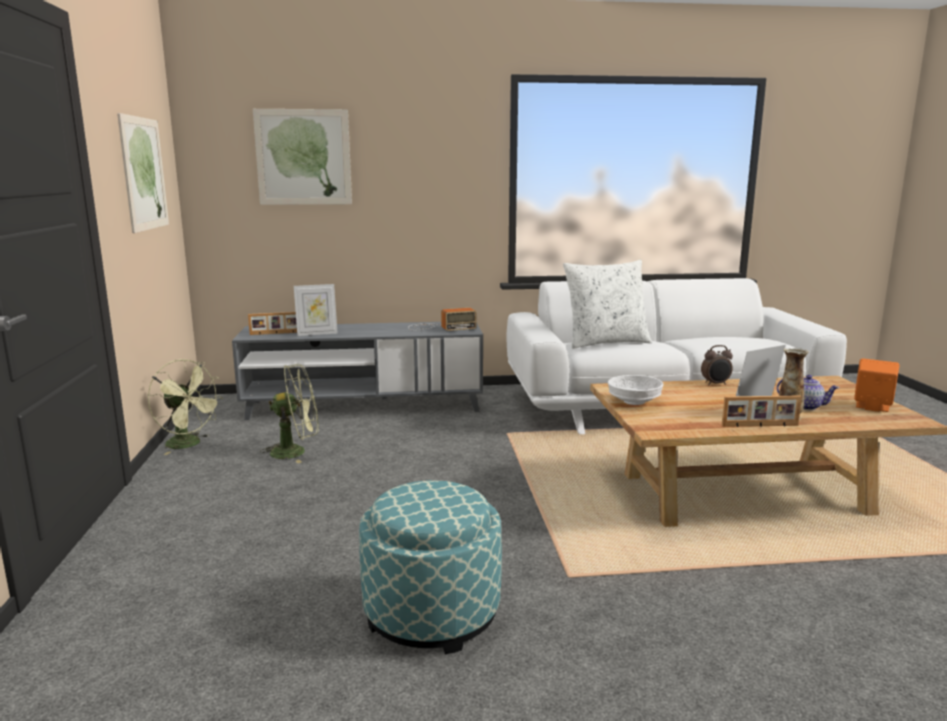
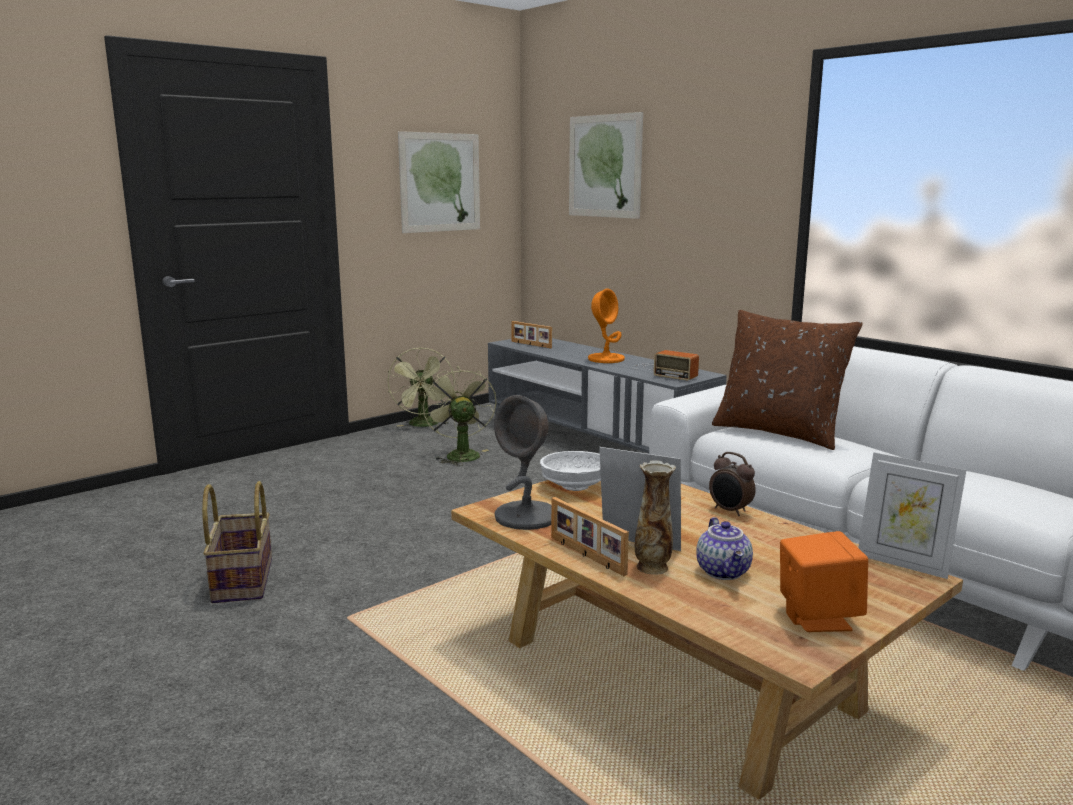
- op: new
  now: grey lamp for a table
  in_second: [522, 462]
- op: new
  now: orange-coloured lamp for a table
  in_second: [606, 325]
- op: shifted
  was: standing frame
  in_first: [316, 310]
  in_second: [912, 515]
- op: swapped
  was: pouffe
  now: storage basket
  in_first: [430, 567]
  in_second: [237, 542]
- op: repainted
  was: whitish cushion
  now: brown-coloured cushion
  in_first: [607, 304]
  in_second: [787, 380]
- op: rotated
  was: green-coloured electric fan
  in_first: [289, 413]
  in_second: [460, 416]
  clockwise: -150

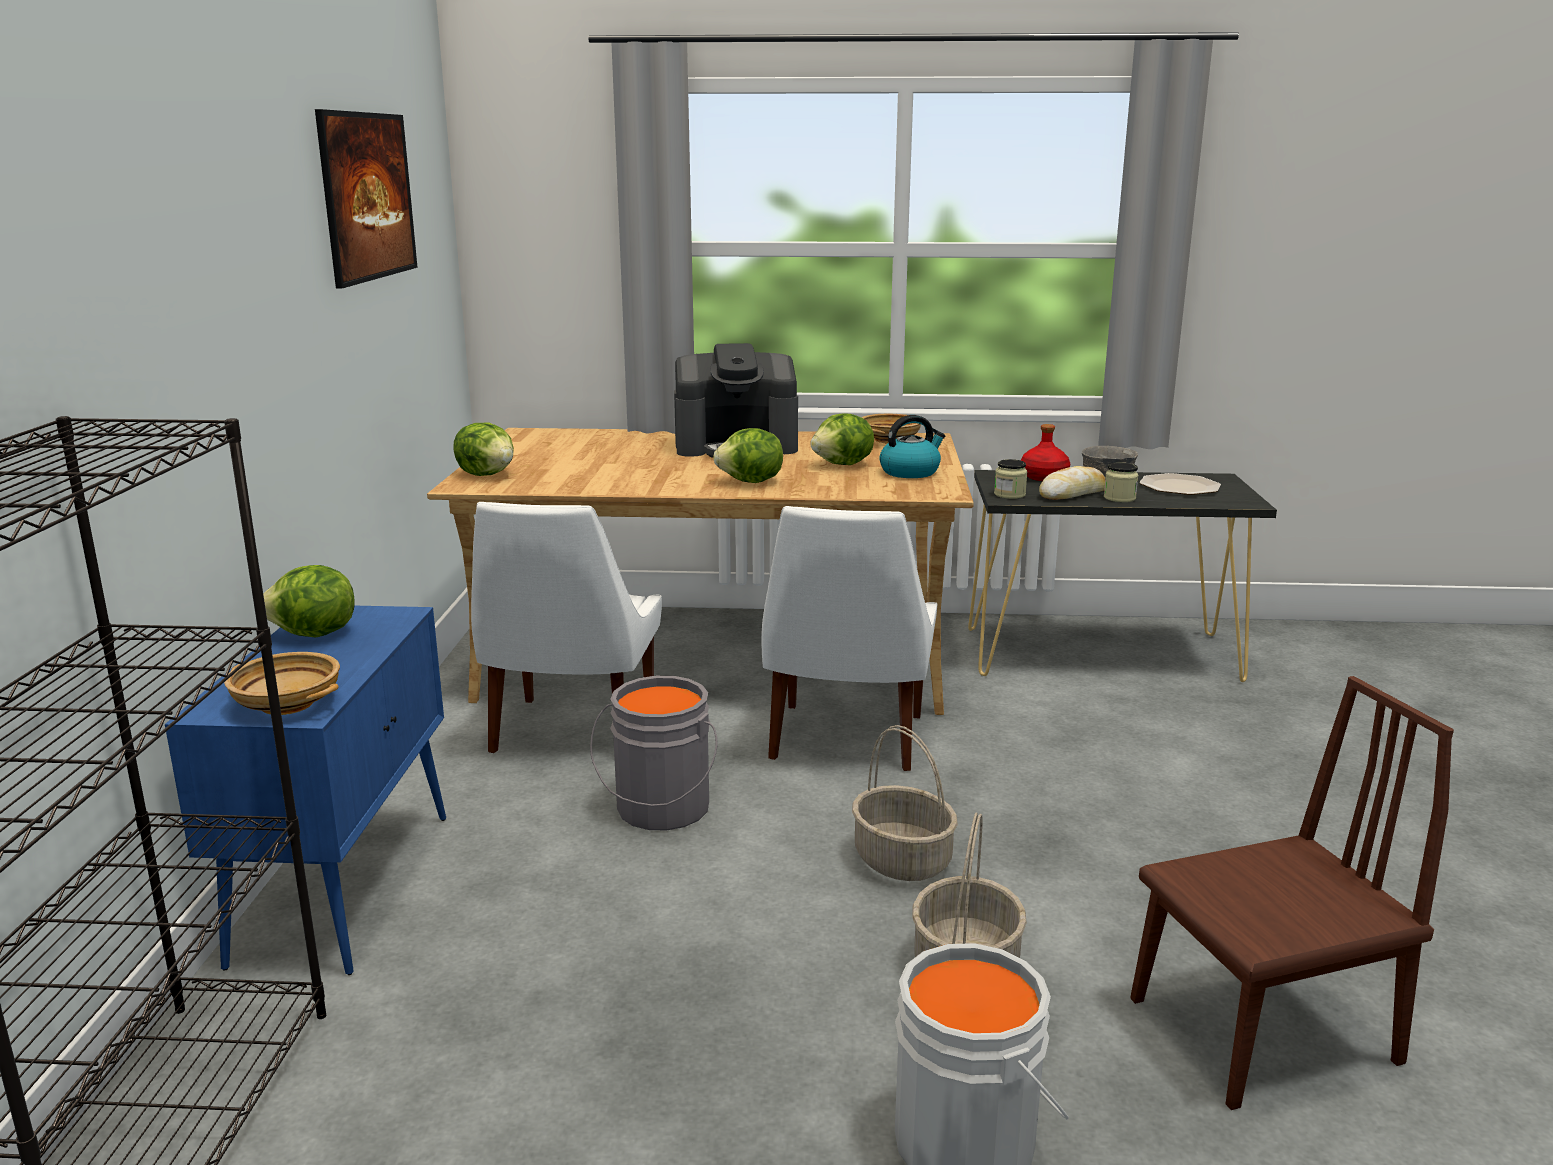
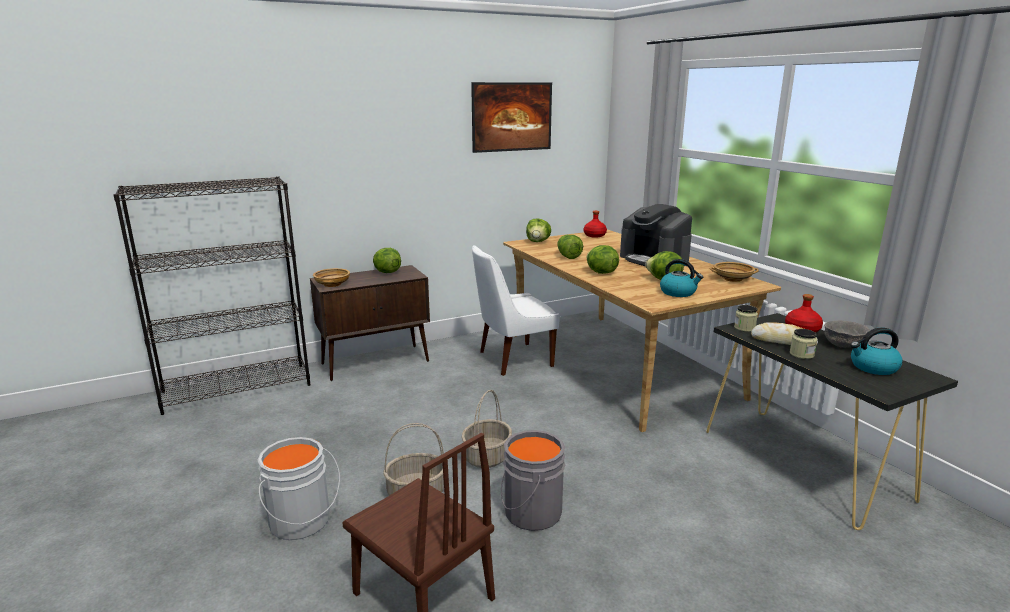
- op: gone
  was: whitish chair
  in_first: [849, 638]
- op: new
  now: lettuce
  in_second: [570, 247]
- op: new
  now: red-coloured drink bottle
  in_second: [595, 224]
- op: shifted
  was: grey water bucket
  in_first: [654, 753]
  in_second: [533, 480]
- op: swapped
  was: flat dish
  now: tea kettle
  in_first: [1180, 484]
  in_second: [877, 351]
- op: repainted
  was: blue cabinet
  now: brown-coloured cabinet
  in_first: [305, 790]
  in_second: [370, 323]

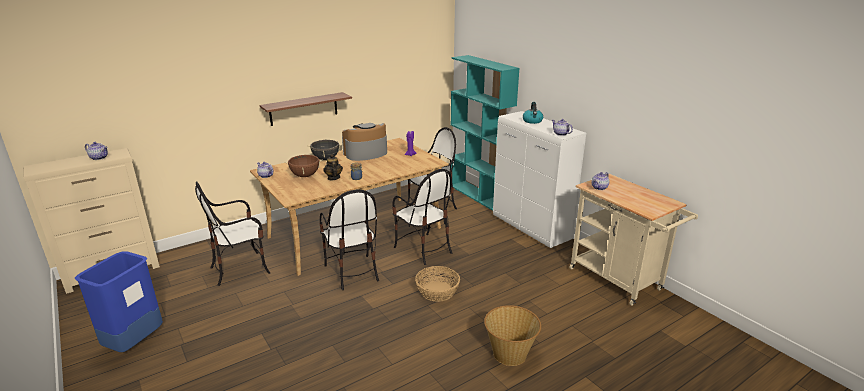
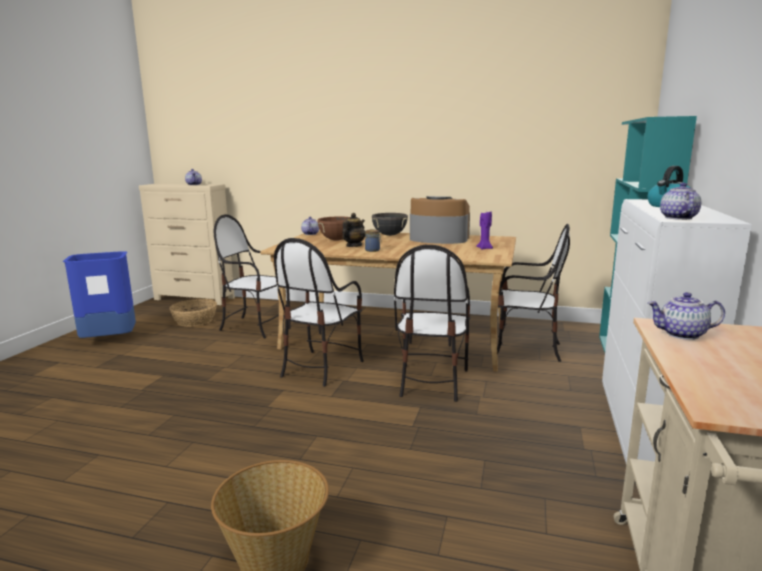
- op: gone
  was: bracket shelf
  in_first: [305, 109]
- op: shifted
  was: storage basket
  in_first: [437, 284]
  in_second: [193, 313]

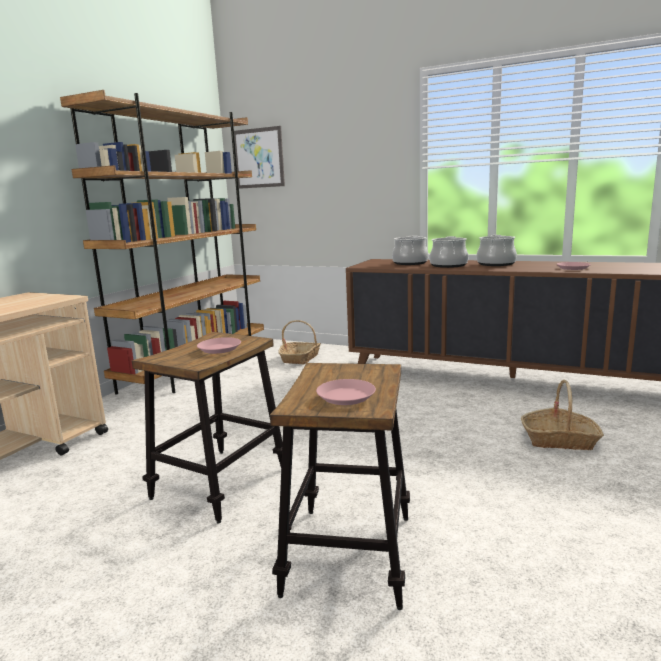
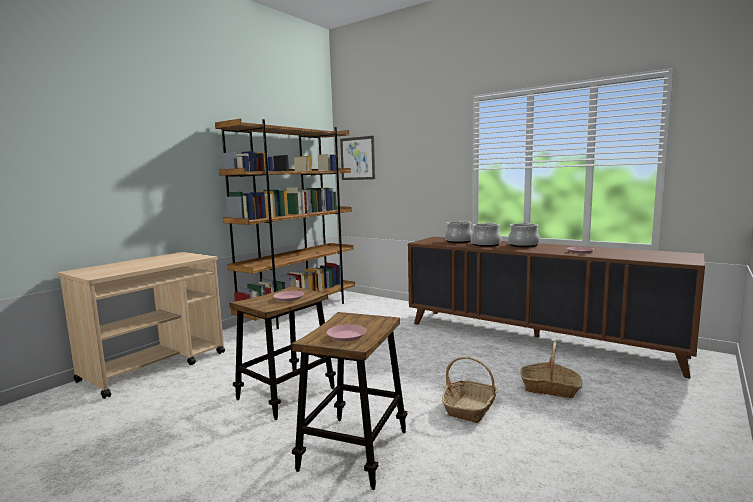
- op: shifted
  was: storage basket
  in_first: [299, 342]
  in_second: [470, 390]

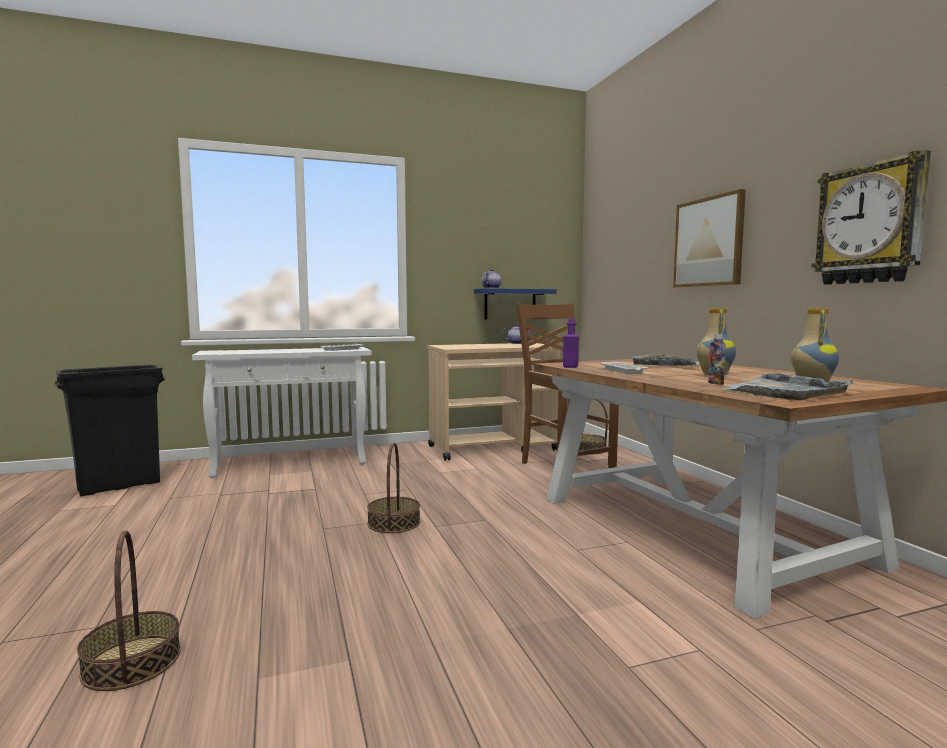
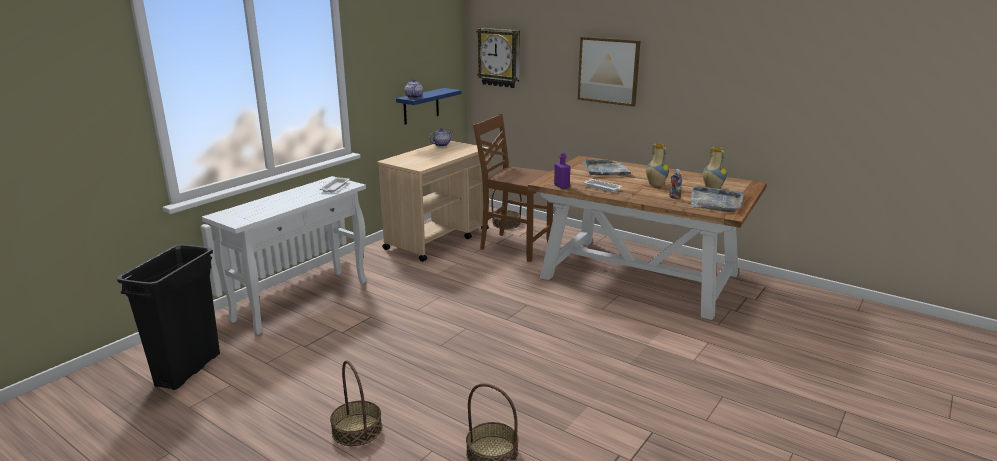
- op: shifted
  was: storage basket
  in_first: [393, 487]
  in_second: [356, 403]
- op: shifted
  was: wall clock
  in_first: [871, 217]
  in_second: [498, 58]

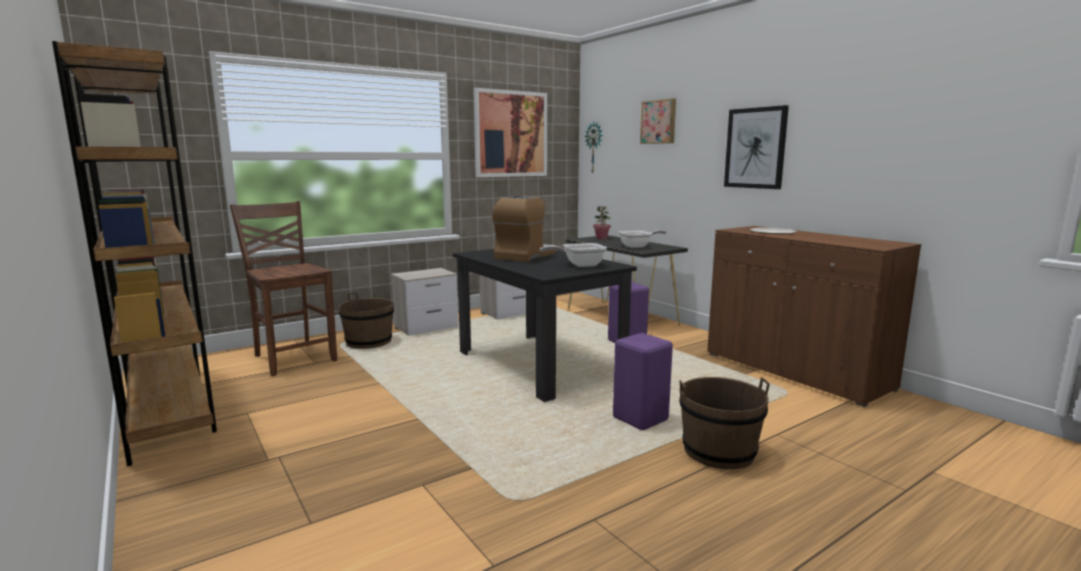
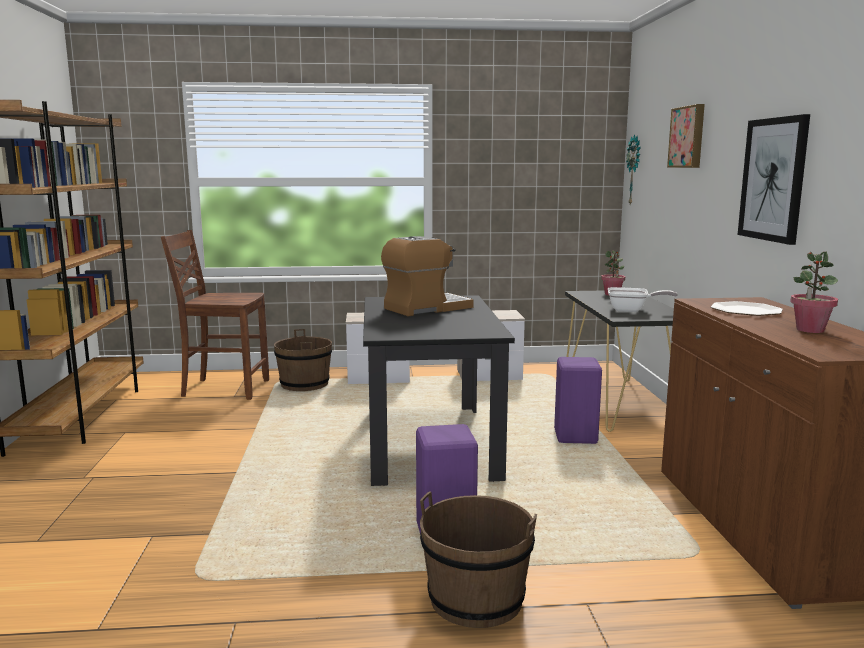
- op: gone
  was: wall art
  in_first: [510, 132]
- op: gone
  was: skillet
  in_first: [573, 255]
- op: new
  now: potted plant
  in_second: [814, 292]
- op: rotated
  was: brown-coloured chair
  in_first: [283, 288]
  in_second: [215, 315]
  clockwise: -75

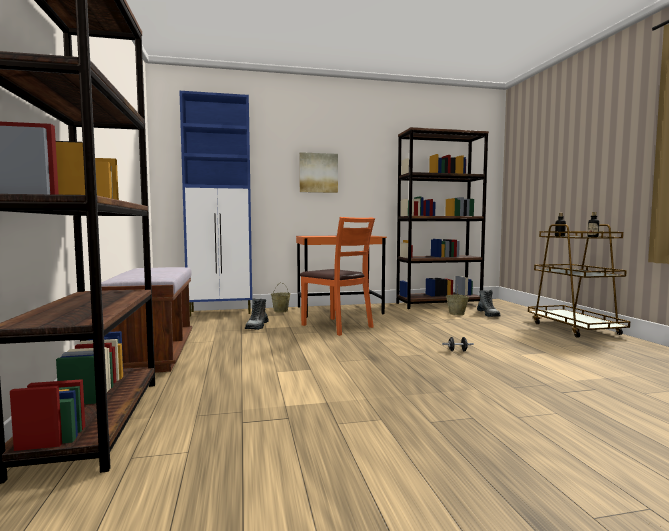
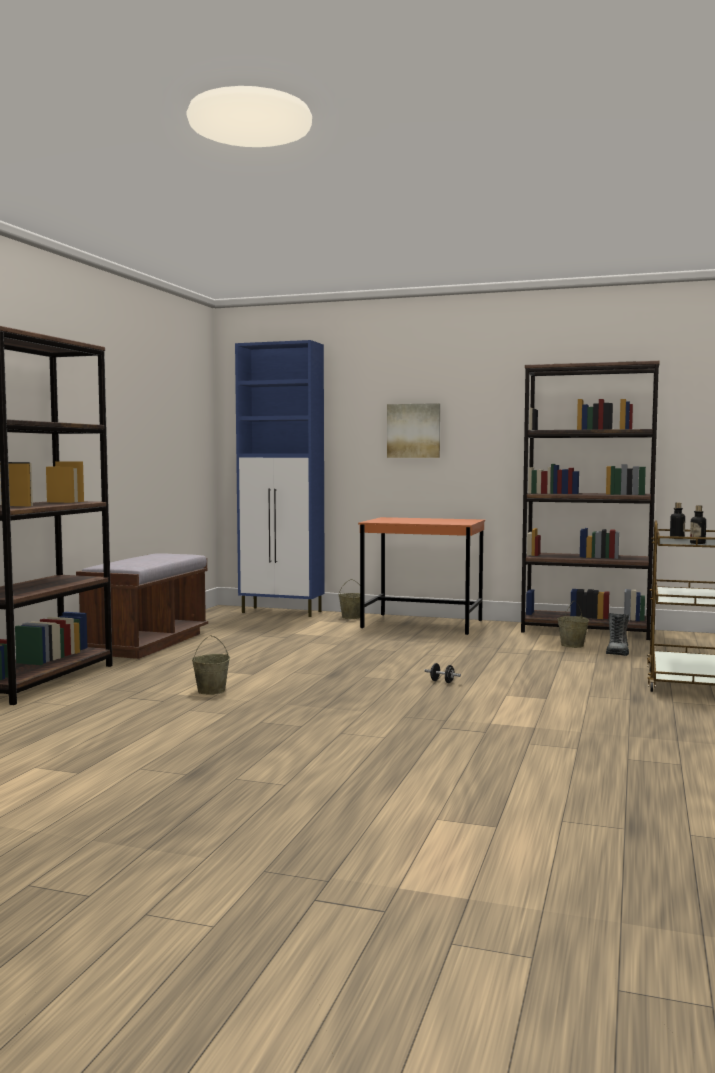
- op: gone
  was: tall boot
  in_first: [257, 314]
- op: gone
  was: orange-coloured chair
  in_first: [337, 276]
- op: new
  now: sand-coloured water bucket
  in_second: [211, 665]

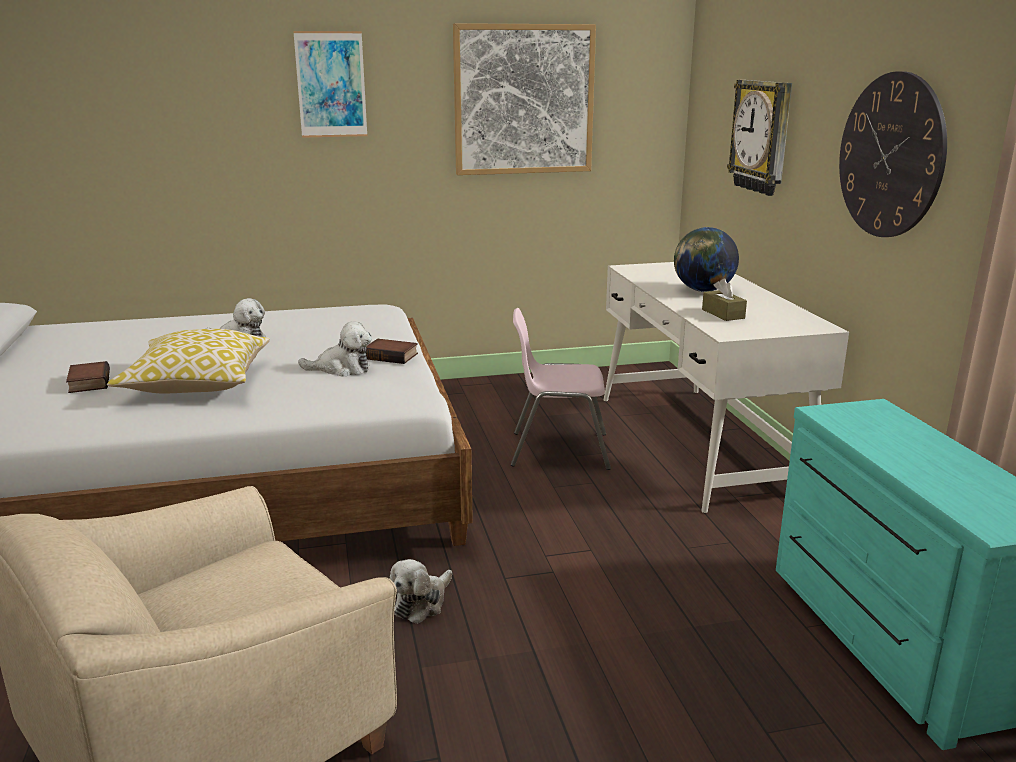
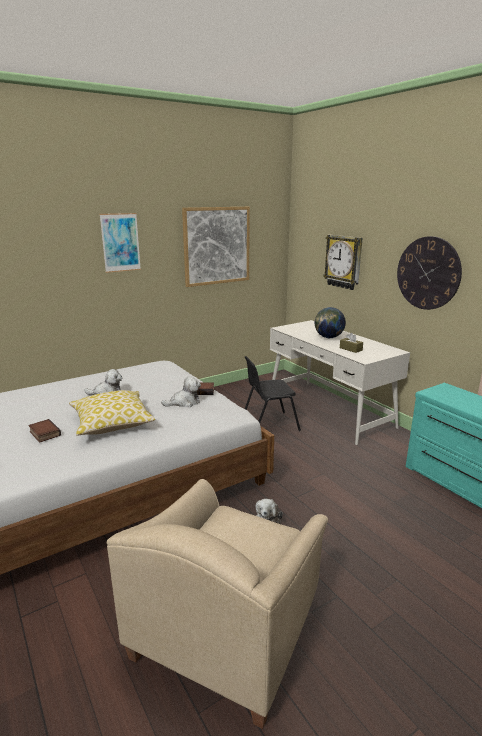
- op: repainted
  was: pink chair
  now: black chair
  in_first: [561, 389]
  in_second: [273, 393]

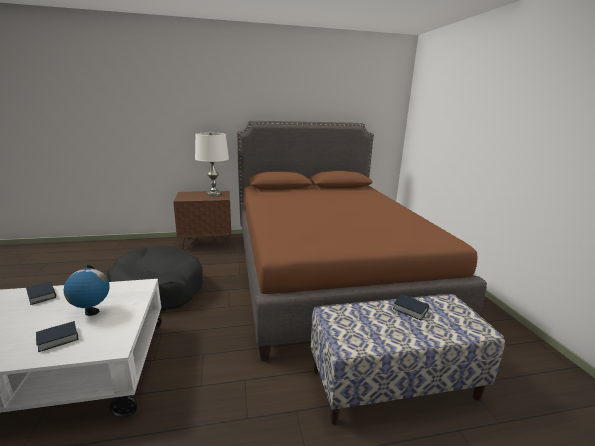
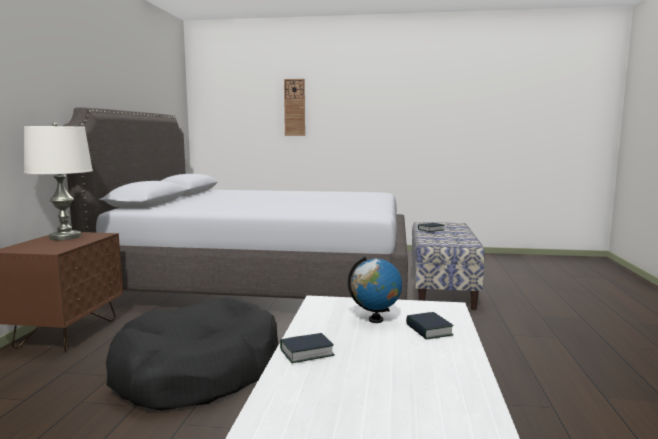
- op: new
  now: wall clock
  in_second: [294, 107]
- op: repainted
  was: brown-coloured sleeping bed
  now: grey sleeping bed
  in_first: [362, 241]
  in_second: [235, 204]

